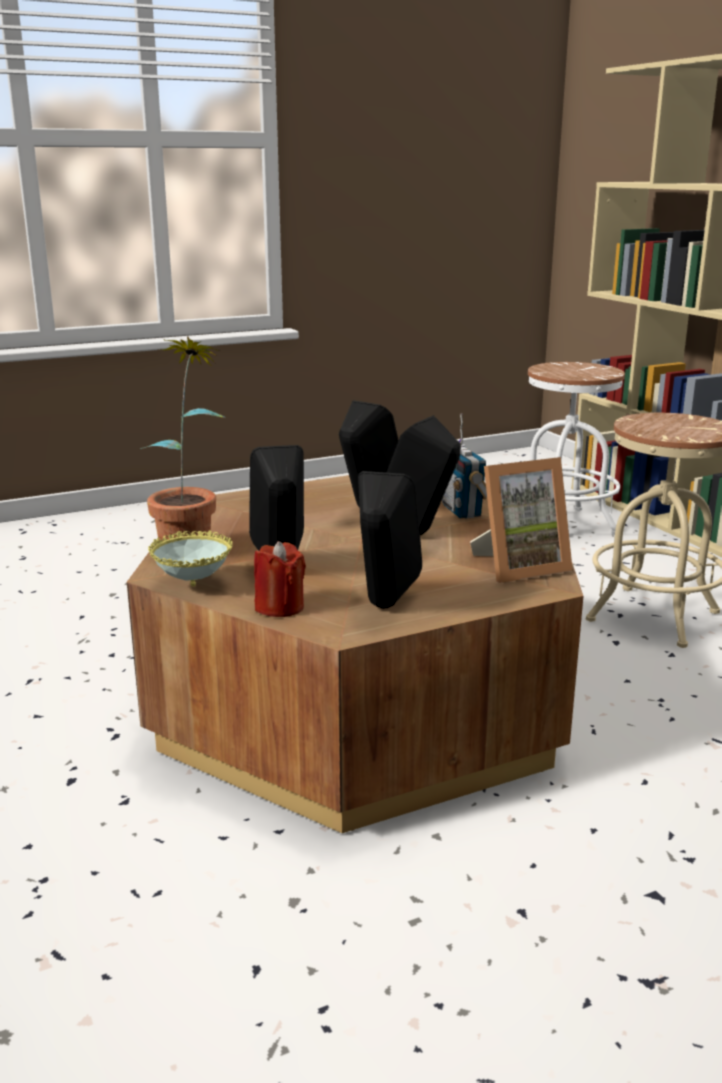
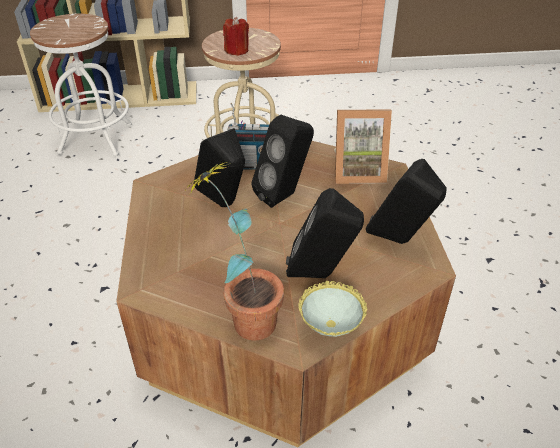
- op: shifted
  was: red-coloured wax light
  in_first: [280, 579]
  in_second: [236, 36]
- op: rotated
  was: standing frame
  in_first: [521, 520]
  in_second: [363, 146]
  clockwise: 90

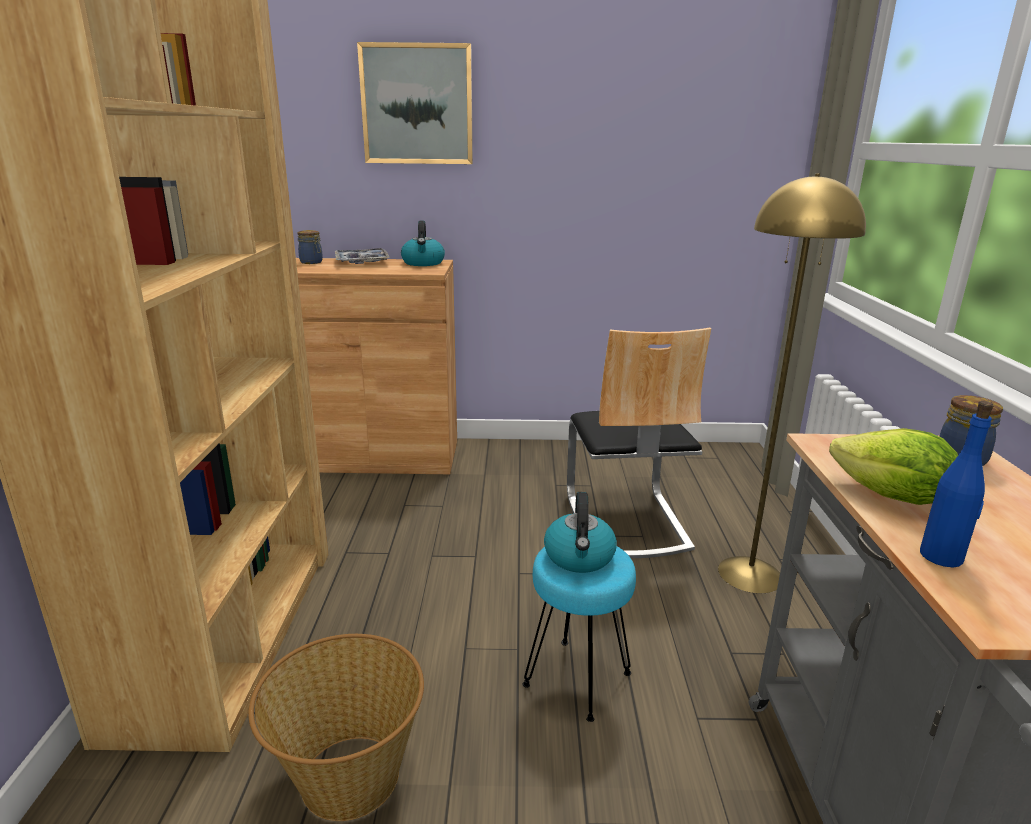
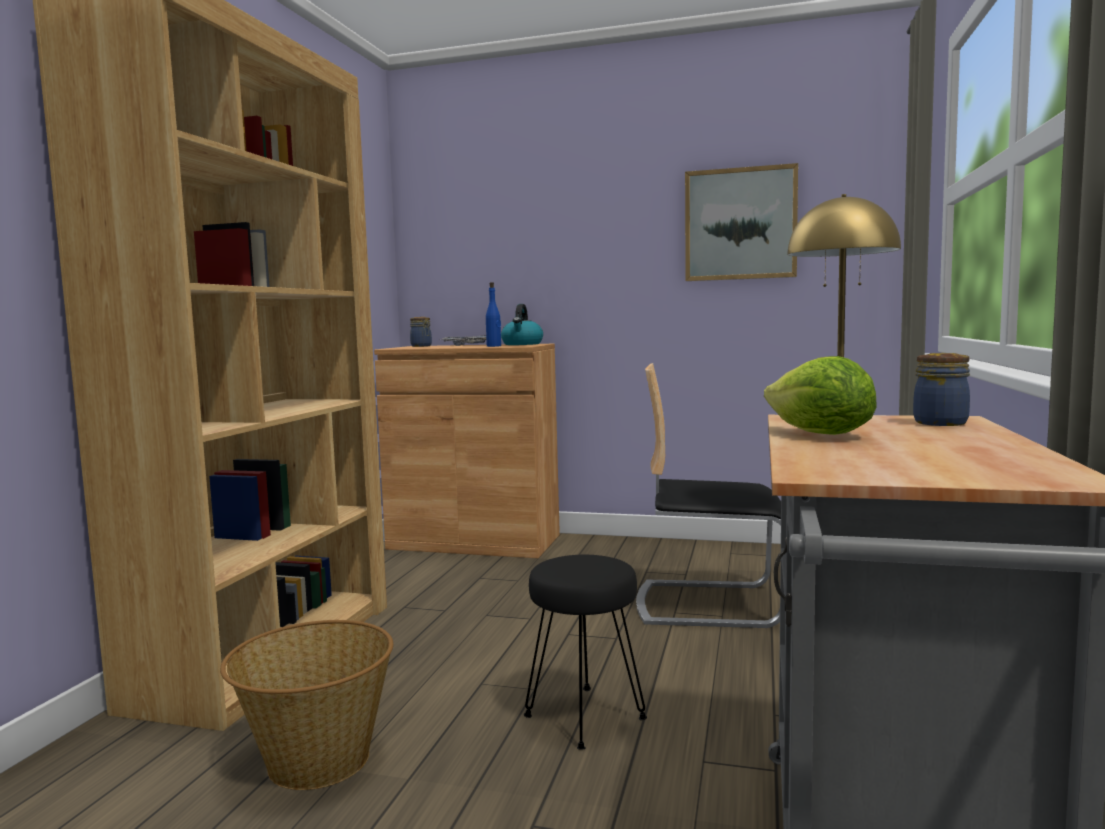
- op: gone
  was: tea kettle
  in_first: [580, 532]
- op: shifted
  was: wall art
  in_first: [415, 103]
  in_second: [741, 222]
- op: shifted
  was: blue drink bottle
  in_first: [956, 484]
  in_second: [493, 314]
- op: repainted
  was: turquoise stool
  now: black stool
  in_first: [579, 634]
  in_second: [585, 652]
- op: rotated
  was: chair
  in_first: [639, 443]
  in_second: [708, 495]
  clockwise: 90

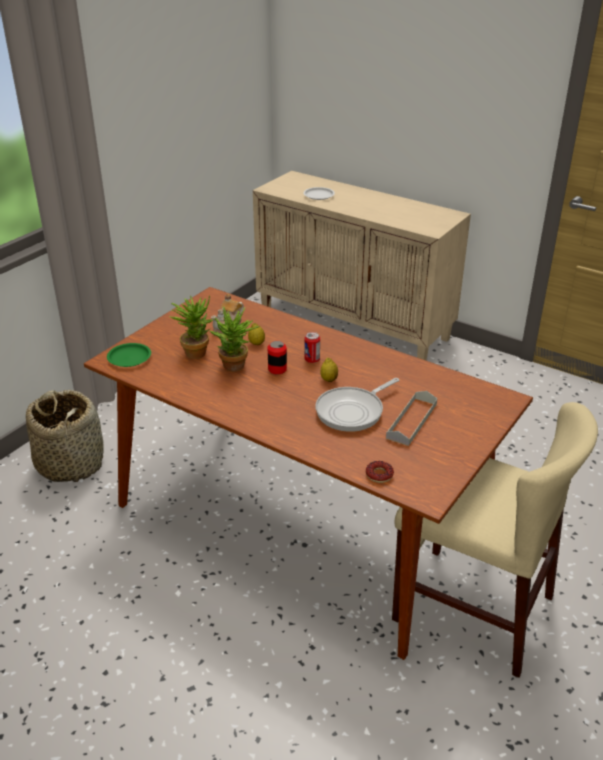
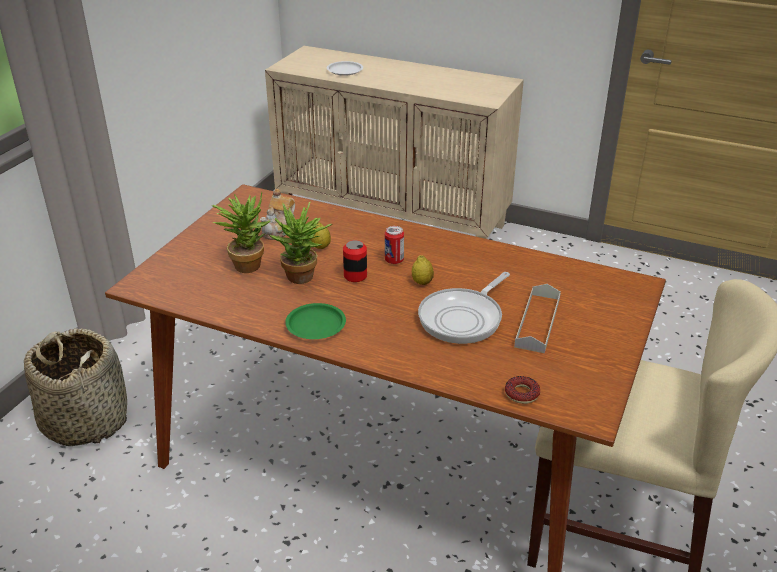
- op: shifted
  was: green-coloured flat dish
  in_first: [129, 355]
  in_second: [315, 321]

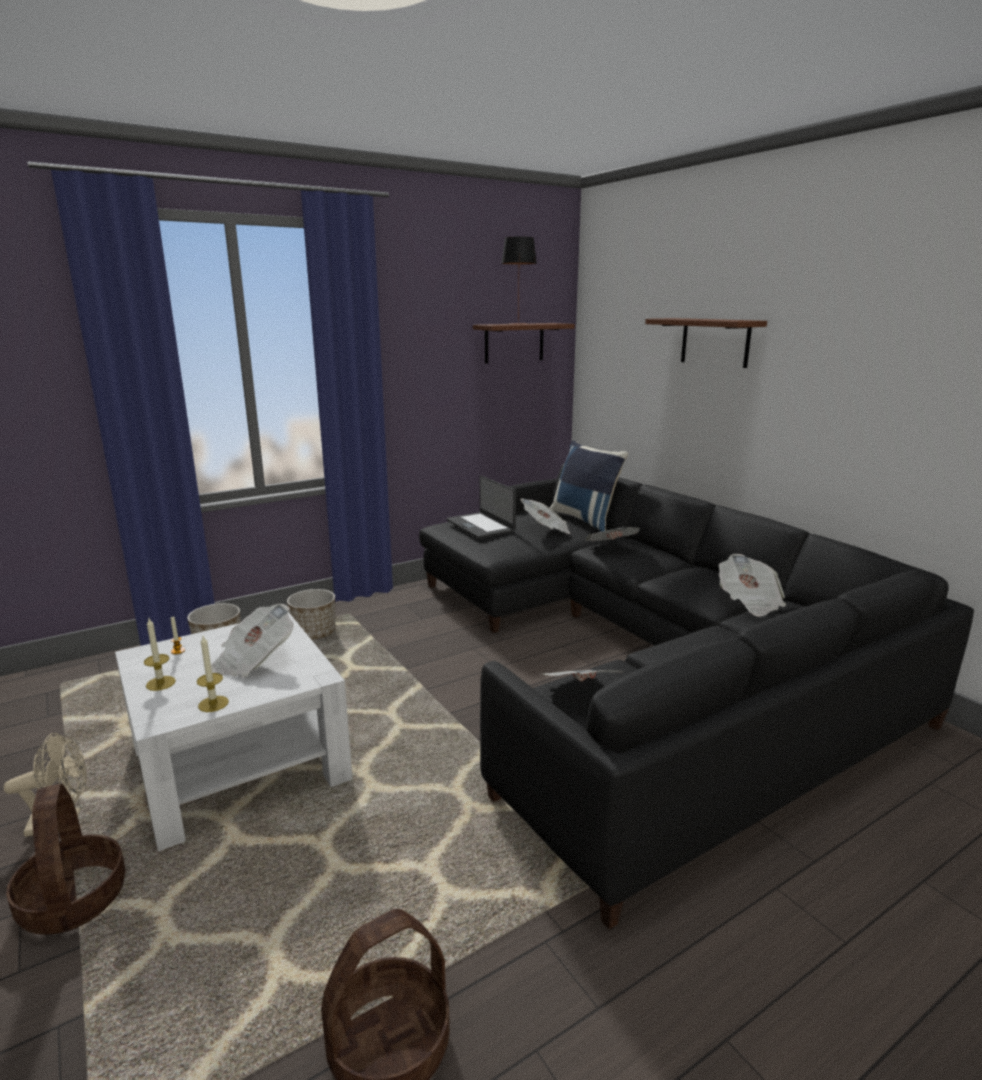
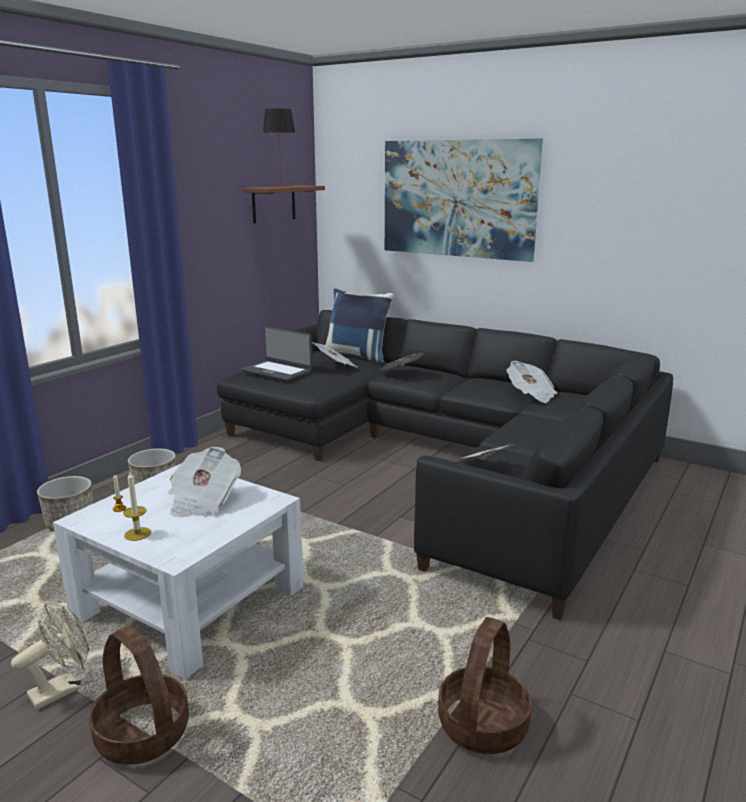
- op: gone
  was: wax light
  in_first: [213, 674]
- op: swapped
  was: brown-coloured bracket shelf
  now: wall art
  in_first: [706, 343]
  in_second: [464, 200]

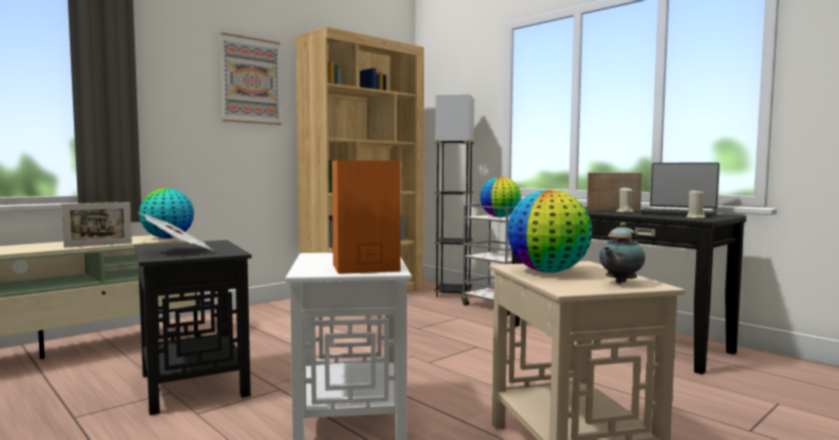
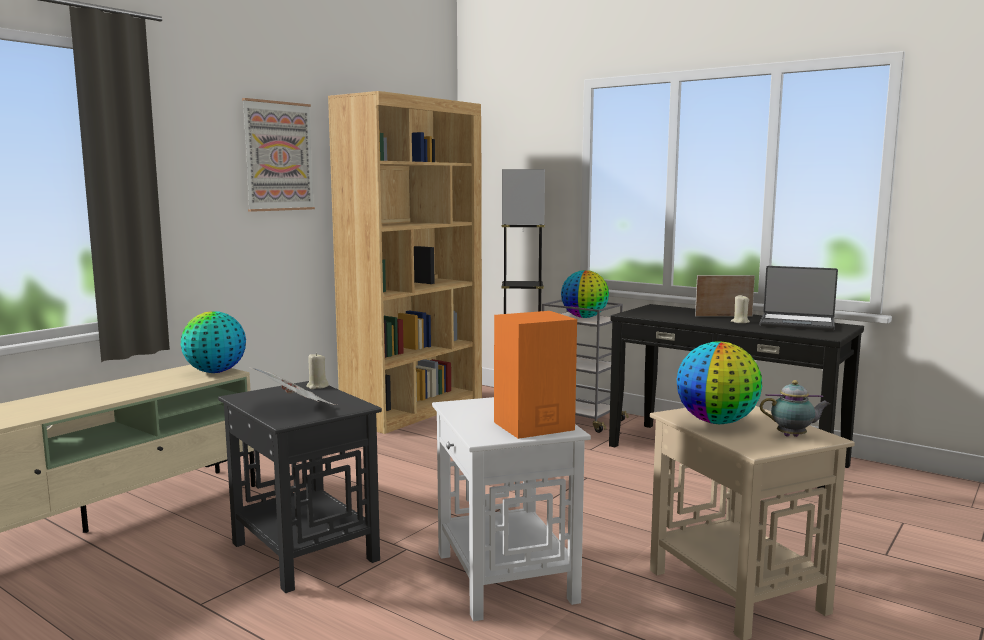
- op: gone
  was: standing frame
  in_first: [97, 225]
- op: shifted
  was: sand-coloured wax light
  in_first: [695, 204]
  in_second: [317, 371]
- op: rotated
  was: tea pot
  in_first: [622, 253]
  in_second: [795, 408]
  clockwise: -120

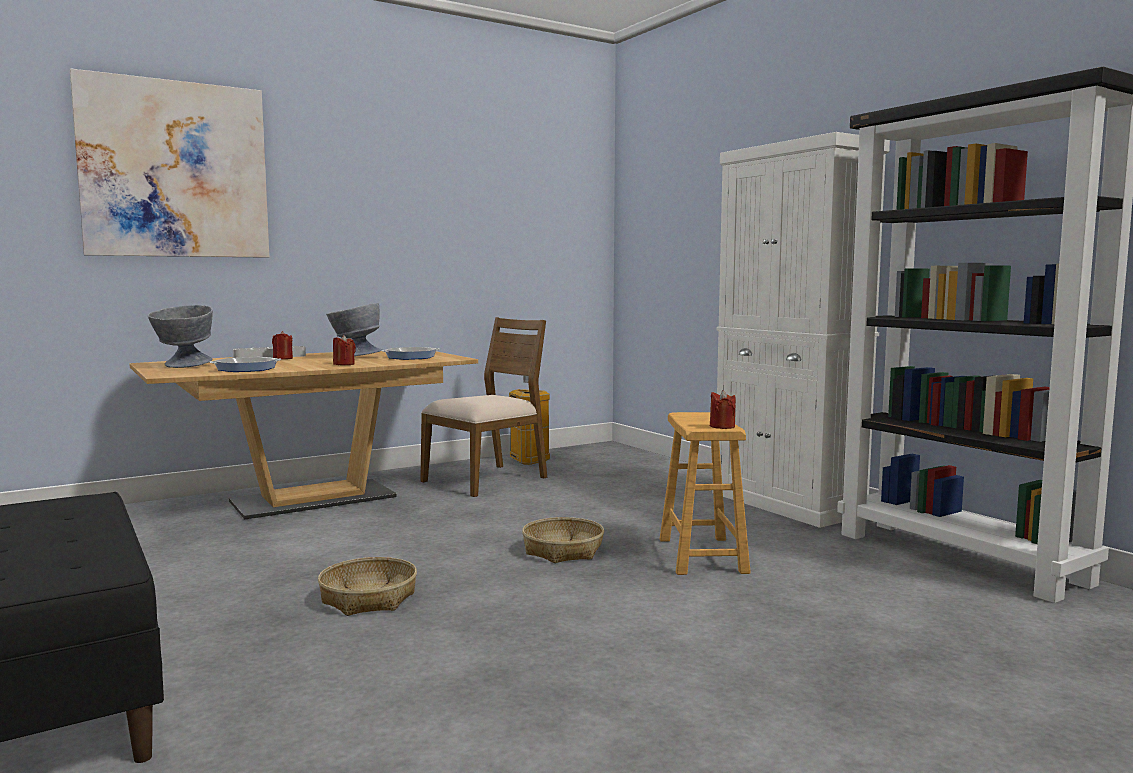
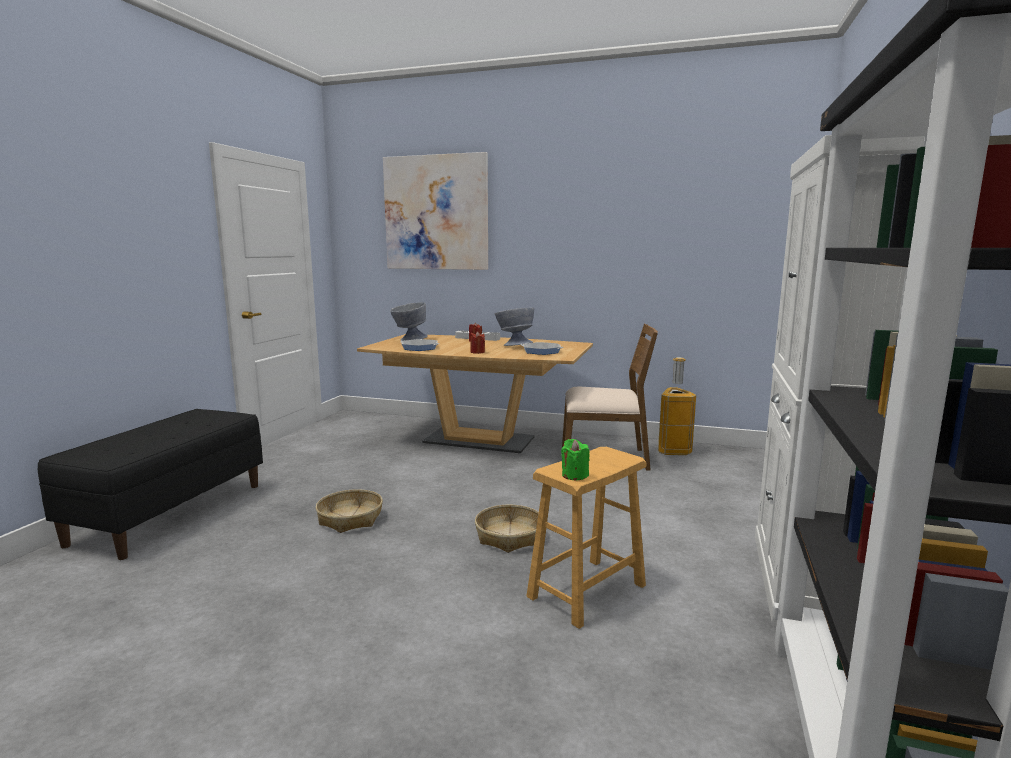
- op: repainted
  was: red-coloured wax light
  now: green-coloured wax light
  in_first: [723, 409]
  in_second: [575, 459]

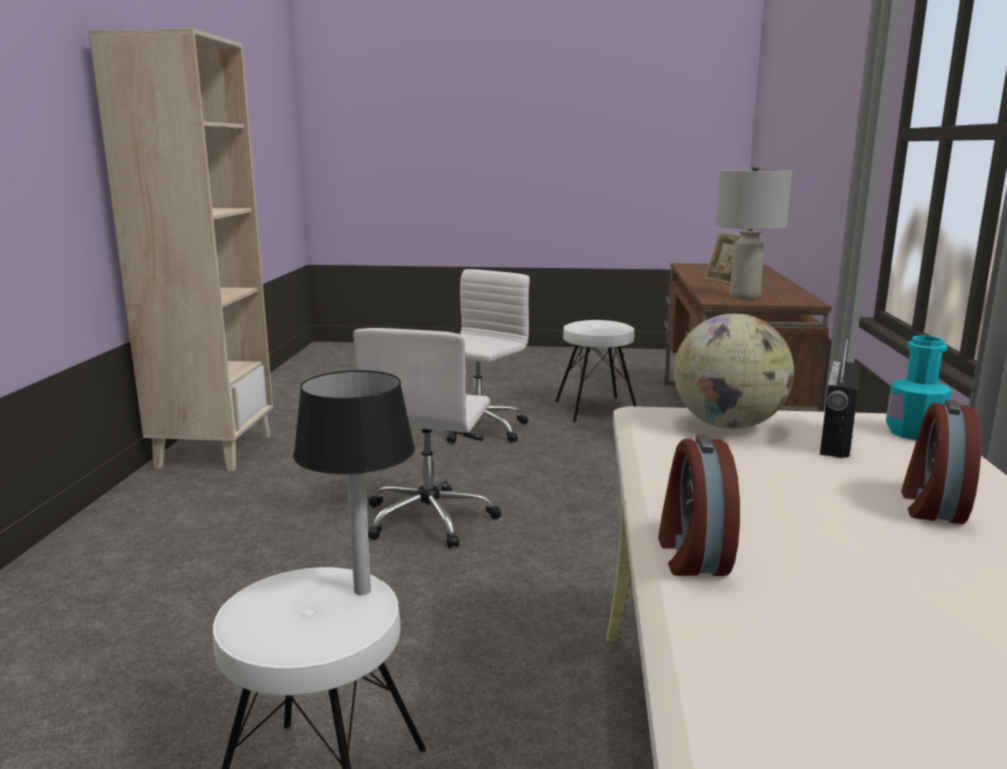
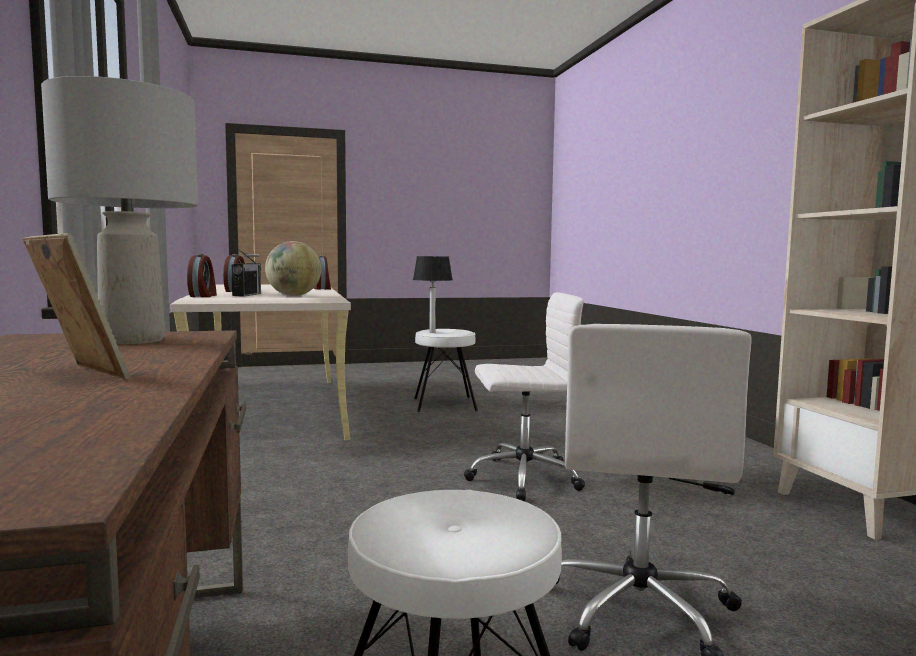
- op: swapped
  was: turquoise drink bottle
  now: alarm clock
  in_first: [919, 388]
  in_second: [202, 275]
- op: rotated
  was: whitish office chair
  in_first: [427, 438]
  in_second: [524, 396]
  clockwise: 90

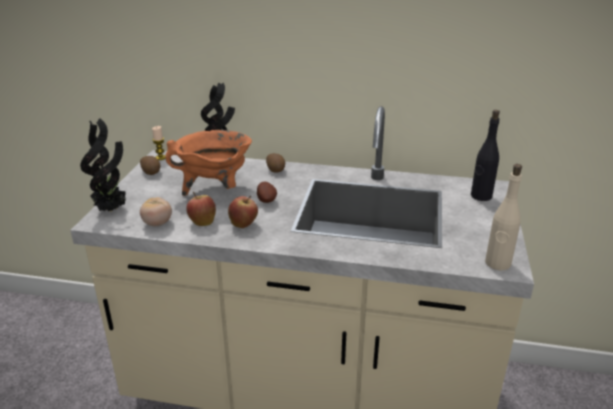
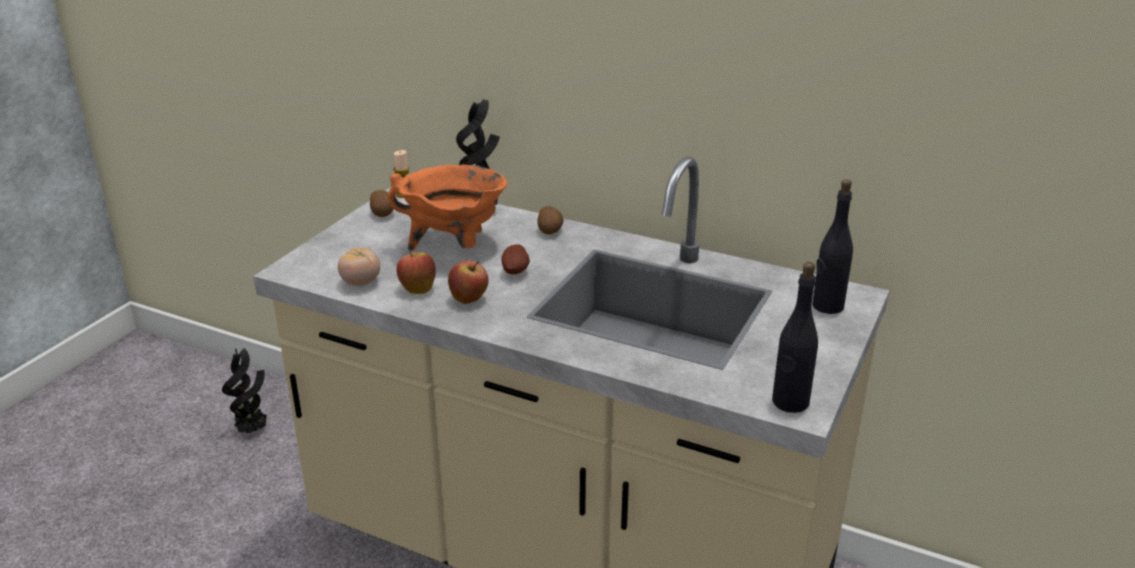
- op: shifted
  was: potted plant
  in_first: [102, 165]
  in_second: [244, 390]
- op: repainted
  was: sand-coloured drink bottle
  now: black drink bottle
  in_first: [503, 217]
  in_second: [795, 337]

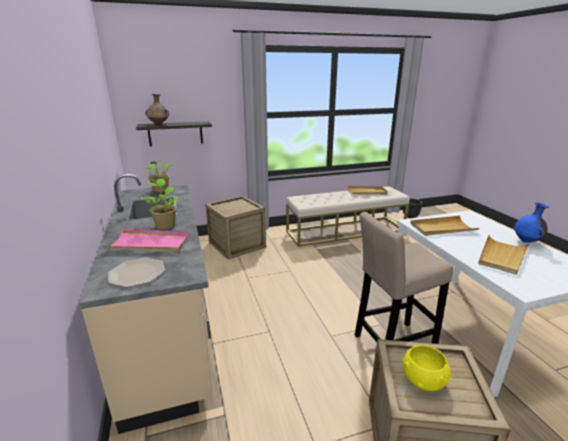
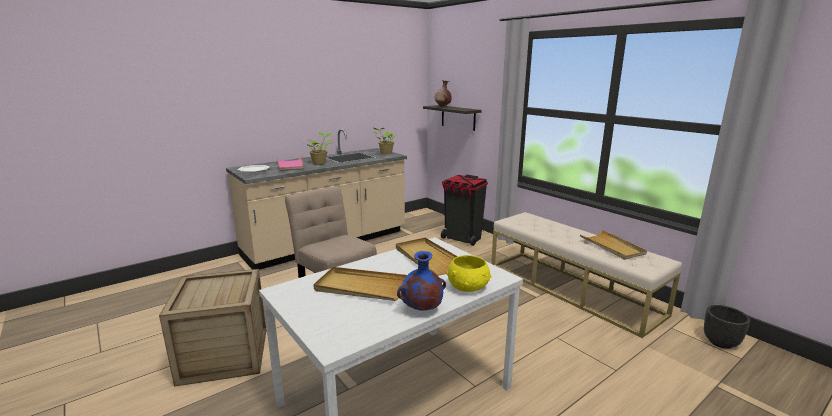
- op: shifted
  was: yellow-coloured bowl
  in_first: [426, 368]
  in_second: [469, 273]
- op: swapped
  was: crate
  now: black waste bin
  in_first: [235, 227]
  in_second: [464, 210]

